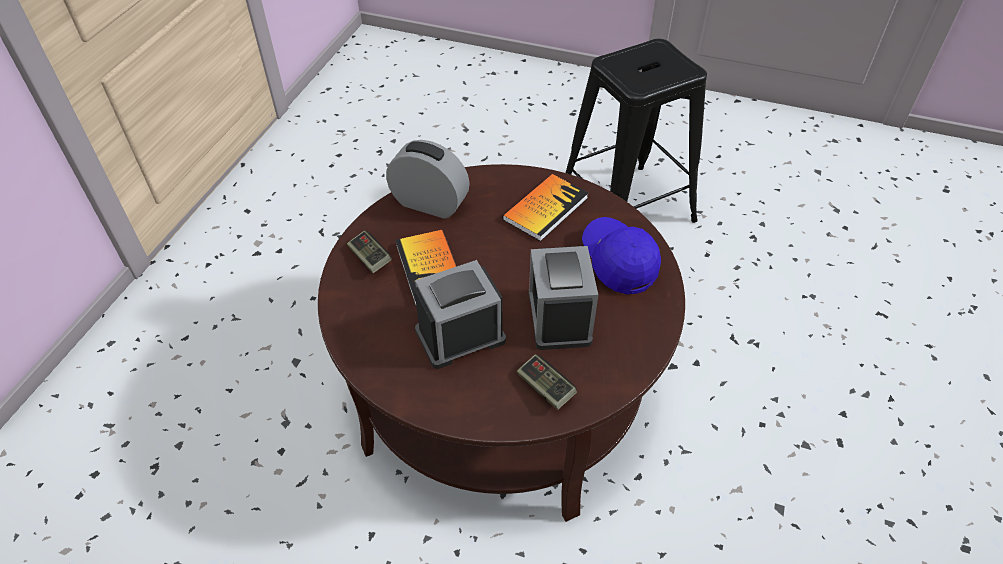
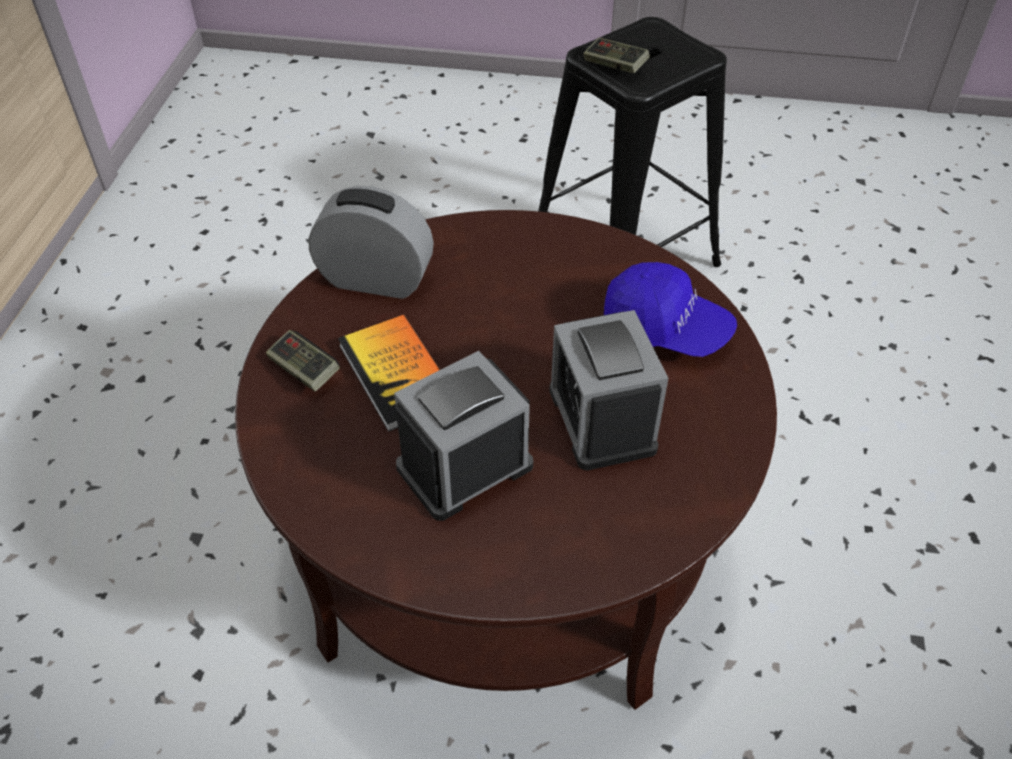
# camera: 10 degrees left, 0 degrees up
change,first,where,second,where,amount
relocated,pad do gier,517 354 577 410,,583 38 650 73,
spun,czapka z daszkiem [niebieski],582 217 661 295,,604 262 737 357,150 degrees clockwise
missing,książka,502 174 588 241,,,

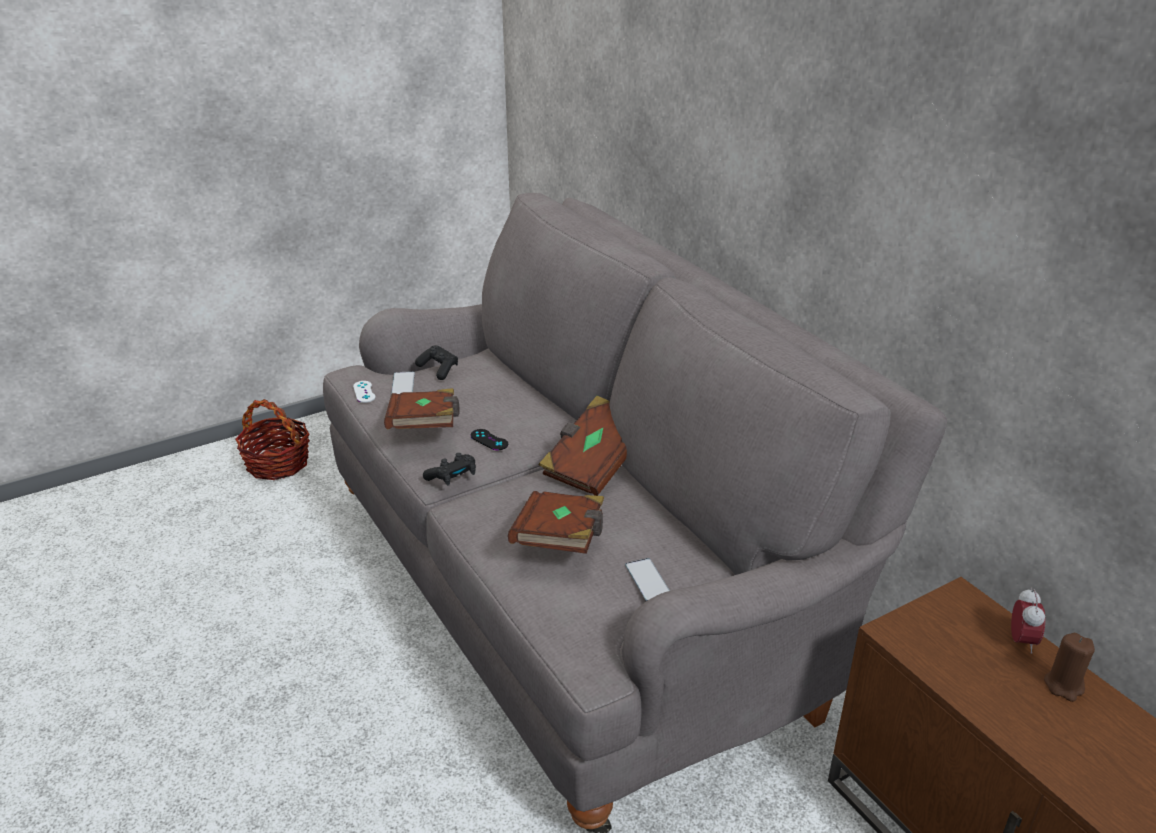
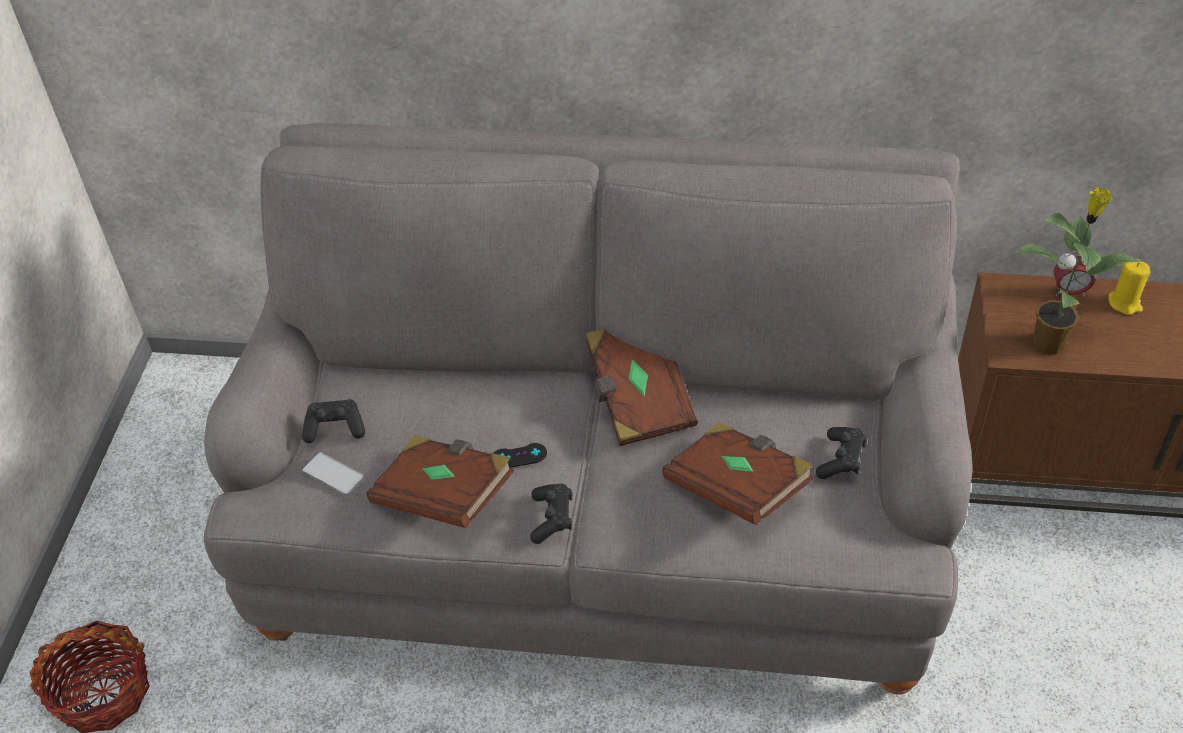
# camera: 50 degrees left, 15 degrees up
change,first,where,second,where,amount
exchanged,telefon,625 558 670 601,pad do gier [czarny],816 427 867 479,
appeared,,,roślina doniczkowa,1015 187 1140 354,
spun,budzik,1011 588 1045 654,,1054 251 1095 297,135 degrees clockwise
colour,świeca [brązowy],1044 633 1095 702,świeca [żółty],1108 259 1150 315,
missing,pad do gier [biały],353 381 376 403,,,

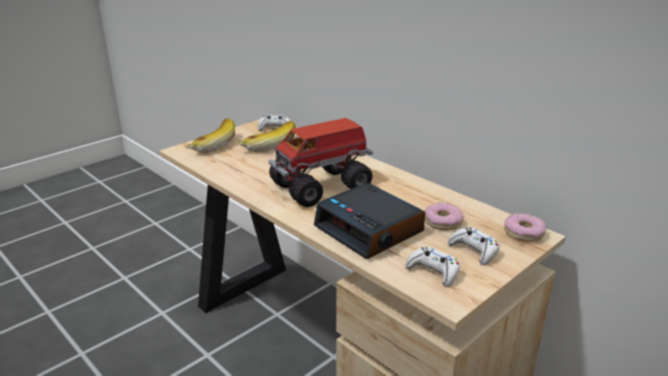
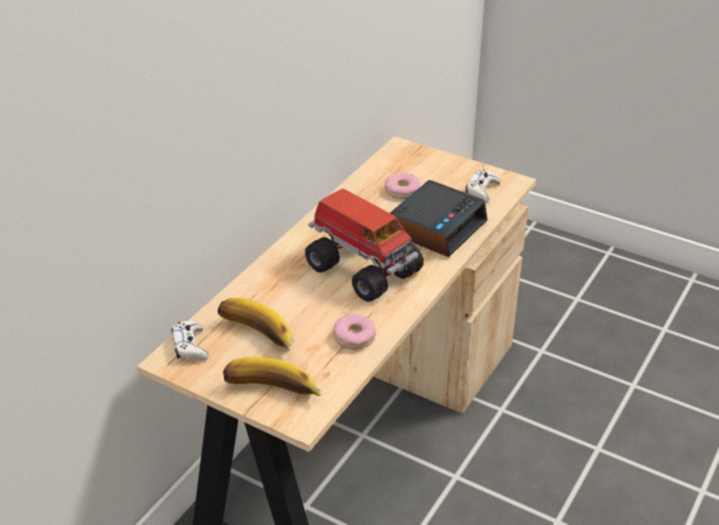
# camera: 105 degrees left, 10 degrees up
change,first,where,second,where,amount
relocated,donut,504 213 547 242,,333 315 376 349,
missing,pad do gier [biały],448 227 500 265,,,

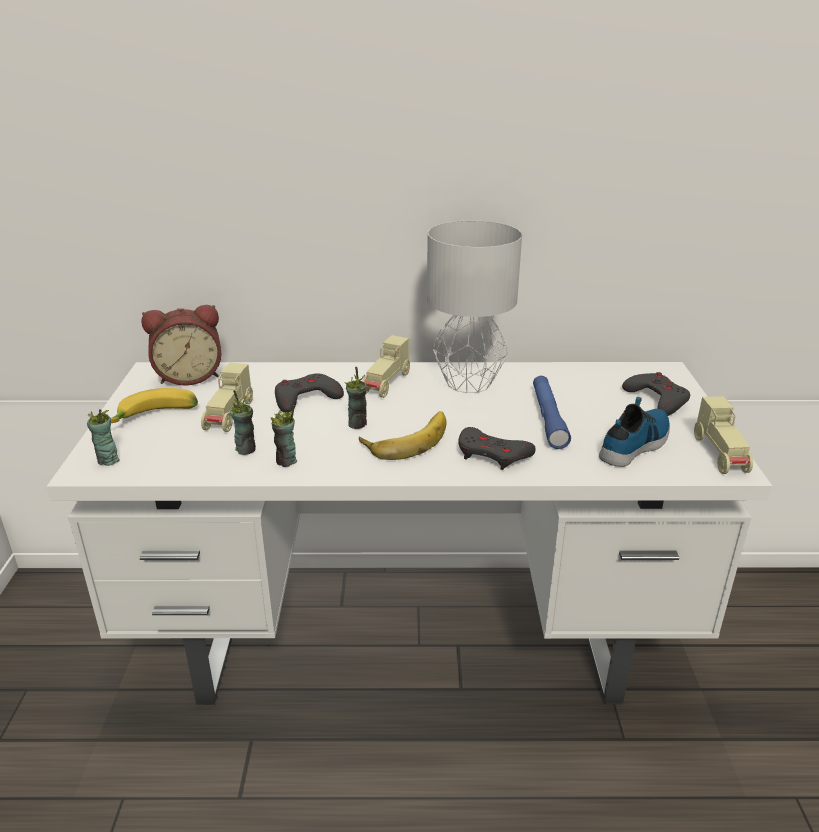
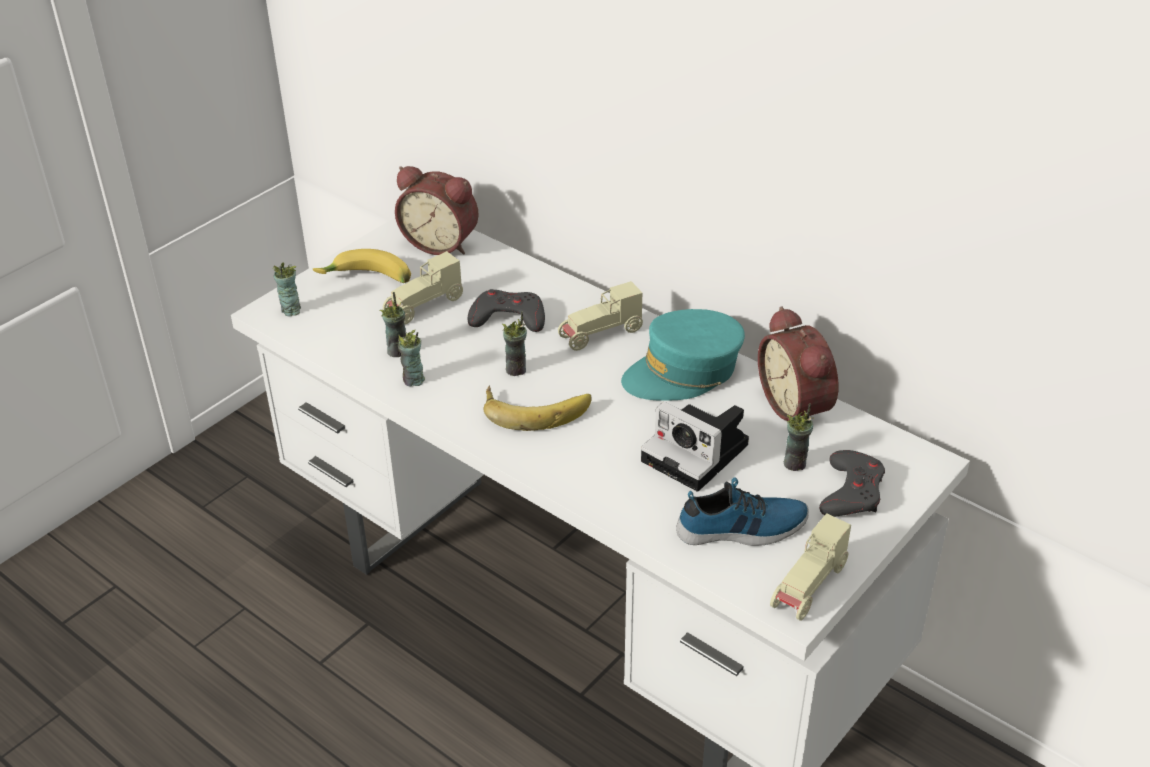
# camera: 40 degrees right, 10 degrees up
change,first,where,second,where,amount
exchanged,lampa stołowa [szary],427 221 522 393,czapka z daszkiem [turkusowy],621 309 745 401,
exchanged,latarka [niebieski],533 376 571 449,aparat fotograficzny,641 402 749 492,
appeared,,,budzik,758 306 838 421,
appeared,,,filiżanka,784 403 813 471,
missing,pad do gier [szary],458 427 536 470,,,

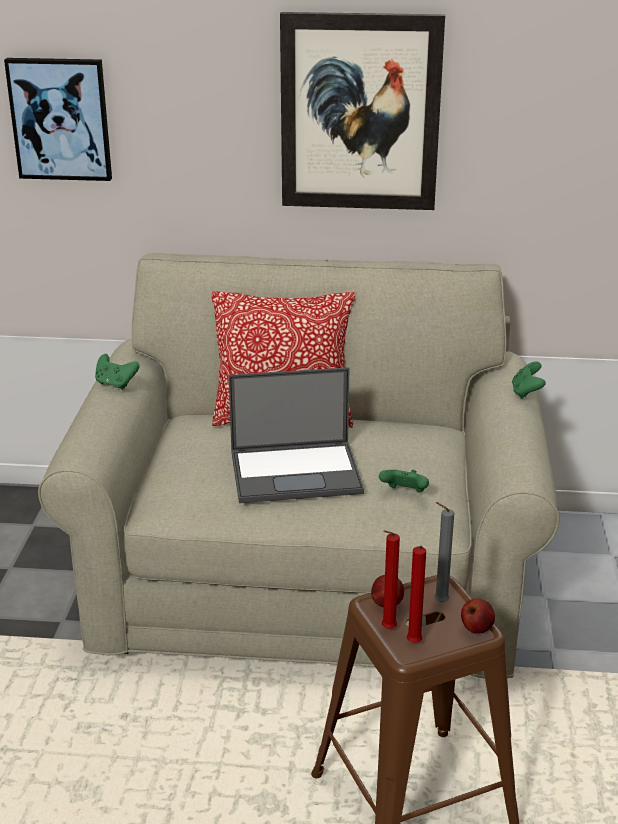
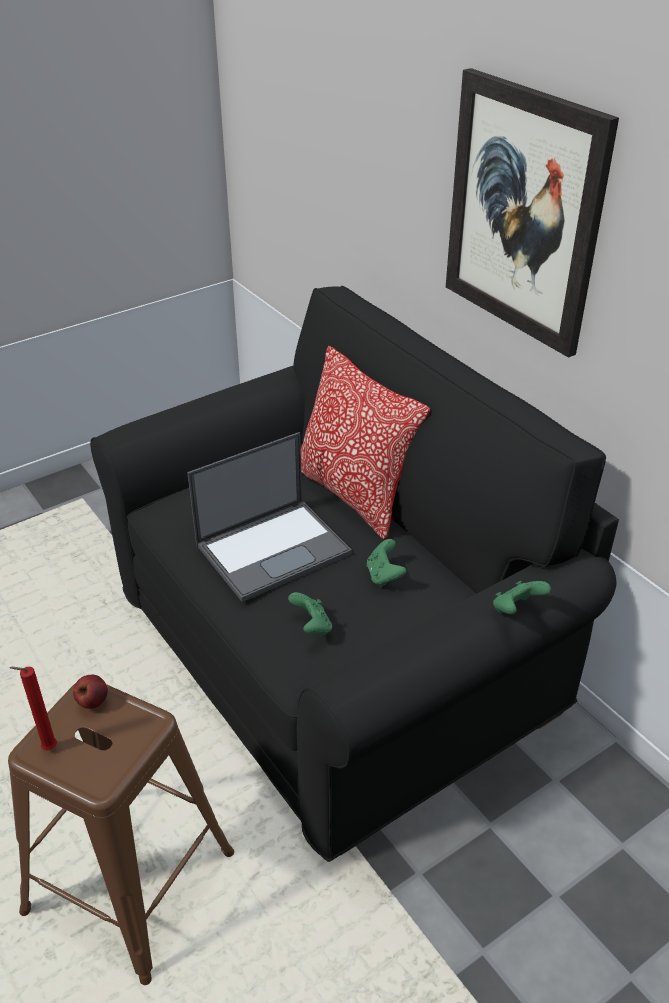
# camera: 50 degrees right, 10 degrees up
change,first,where,second,where,amount
colour,kanapa [beżowy],38 253 560 679,kanapa [czarny],90 286 619 862,
spun,laptop,228 367 364 503,,187 432 352 602,75 degrees counterclockwise
relocated,pad do gier [zielony],95 354 140 390,,367 539 406 587,
missing,obraz,4 58 112 181,,,
missing,świeca [czerwony],382 530 400 629,,,
missing,świeca [szary],434 502 454 602,,,
missing,jabłko,461 598 495 634,,,

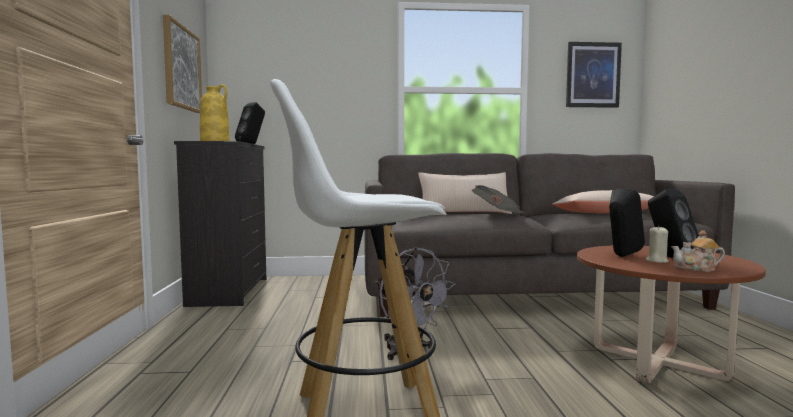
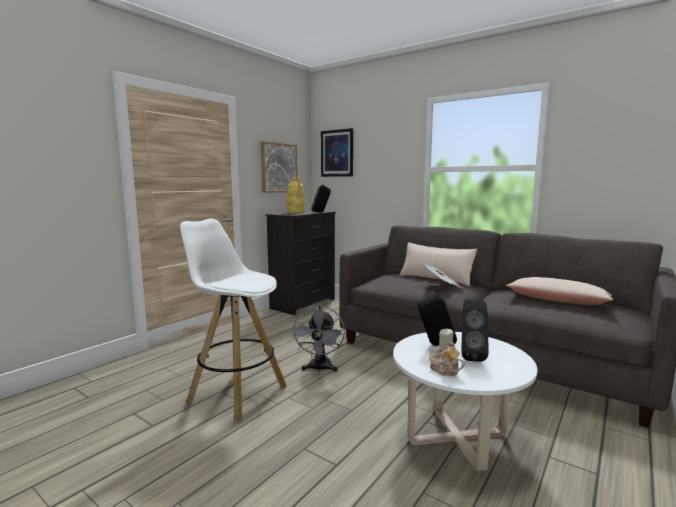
# camera: 40 degrees right, 5 degrees up
change,first,where,second,where,amount
relocated,obraz,566 42 622 108,,321 128 353 177,
colour,ława [brązowy],577 246 766 383,ława [biały],393 332 537 471,

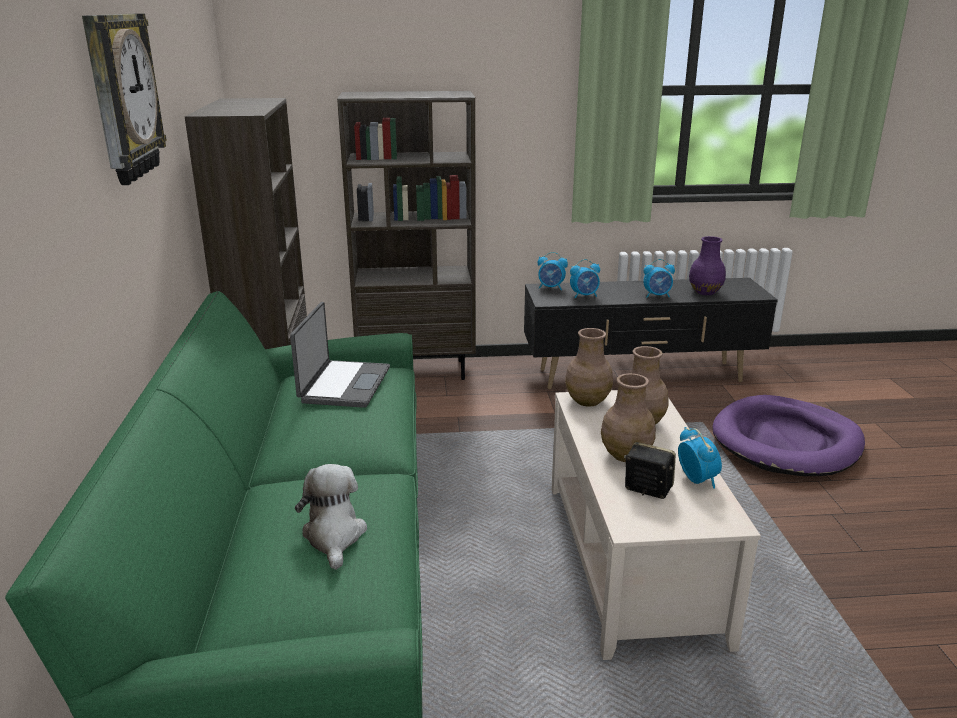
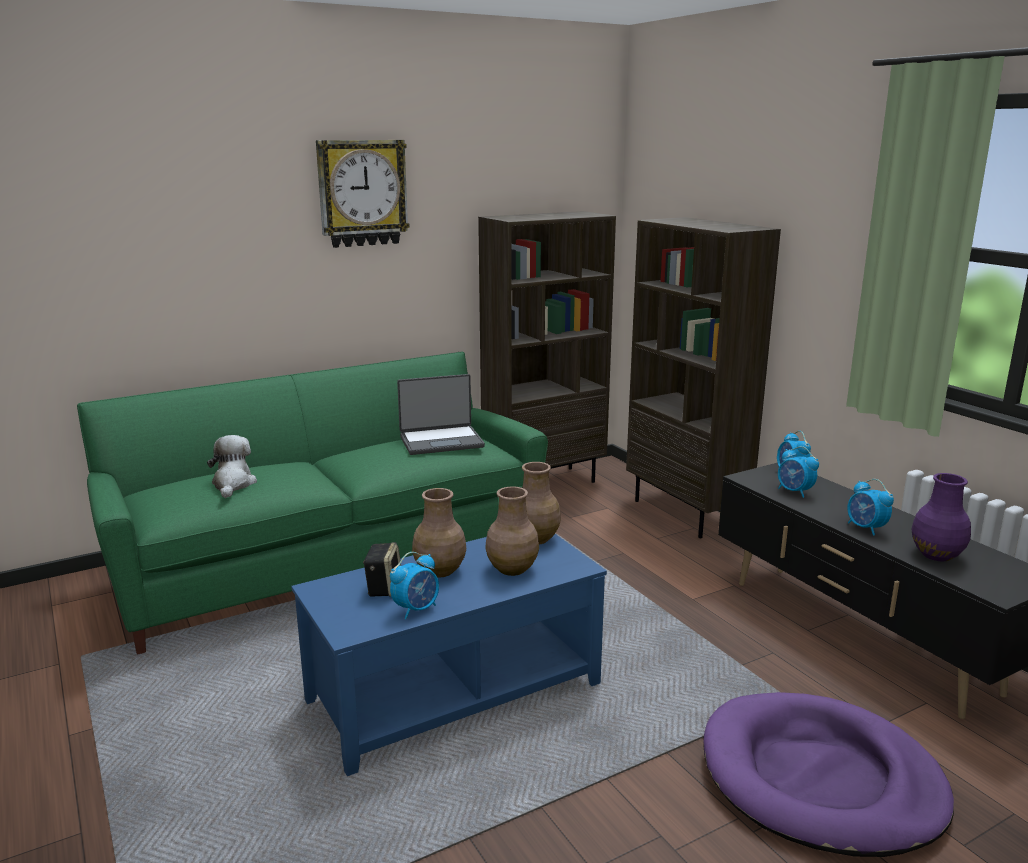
# camera: 65 degrees right, 5 degrees down
change,first,where,second,where,amount
spun,pluszak,295 464 367 570,,207 435 257 498,60 degrees counterclockwise
colour,ława [beżowy],552 390 761 660,ława [niebieski],291 534 607 776,

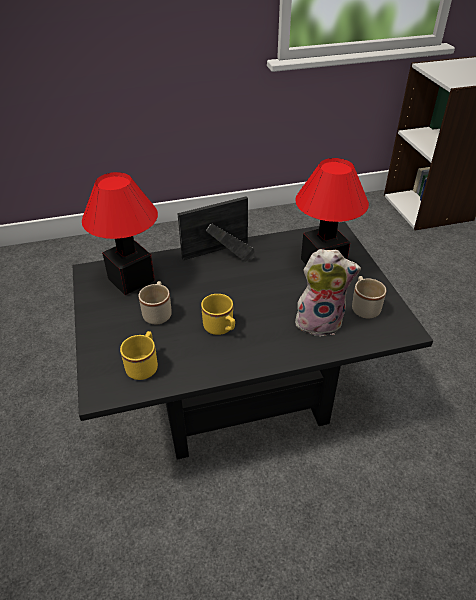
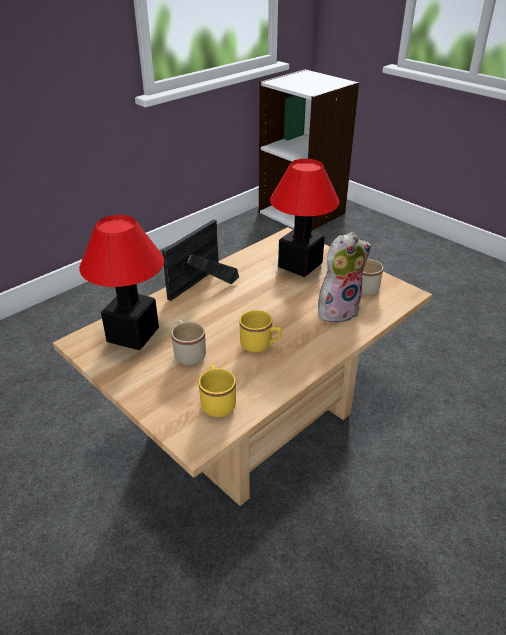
# camera: 30 degrees left, 5 degrees down
change,first,where,second,where,amount
colour,ława [czarny],72 222 433 460,ława [beżowy],53 227 432 506,

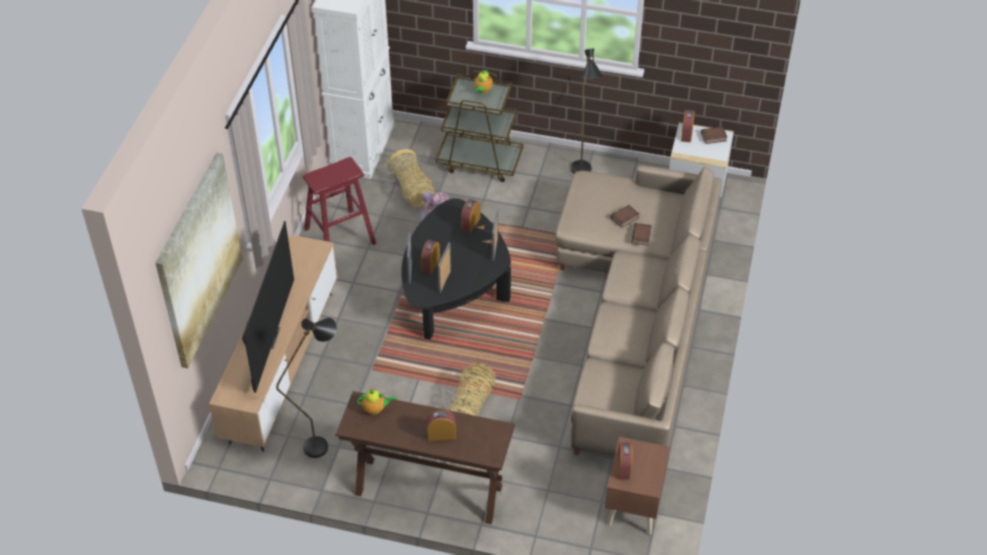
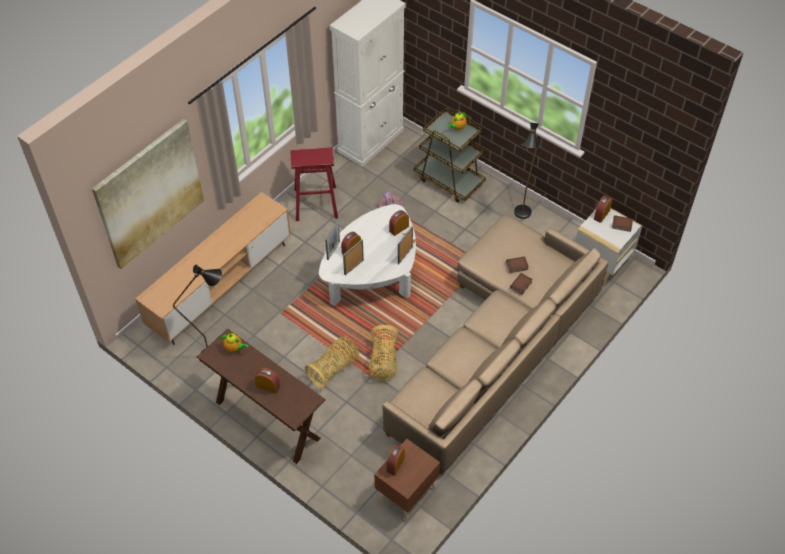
# camera: 25 degrees right, 5 degrees up
change,first,where,second,where,amount
colour,ława [czarny],401 198 511 339,ława [biały],319 204 416 306,
relocated,koszyk,388 149 434 207,,369 325 399 381,
missing,telewizor,242 221 294 393,,,

